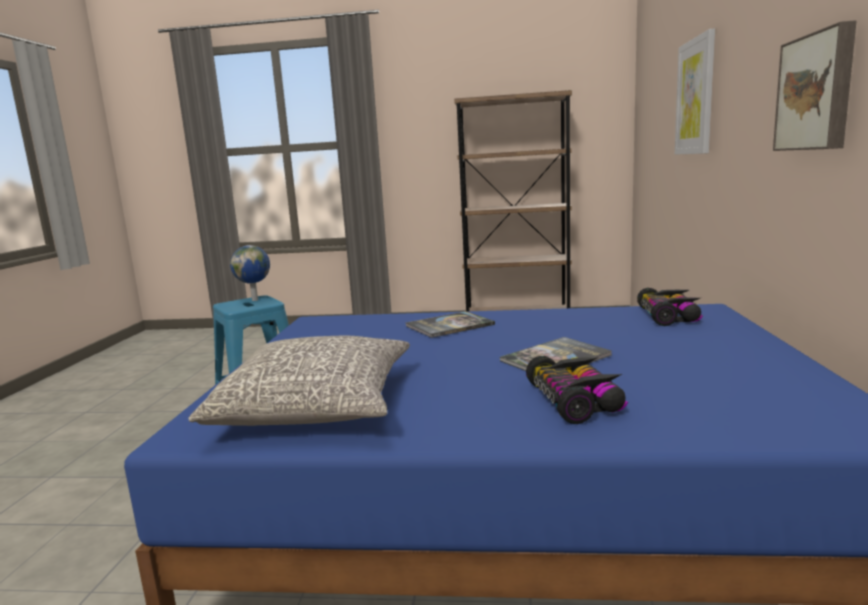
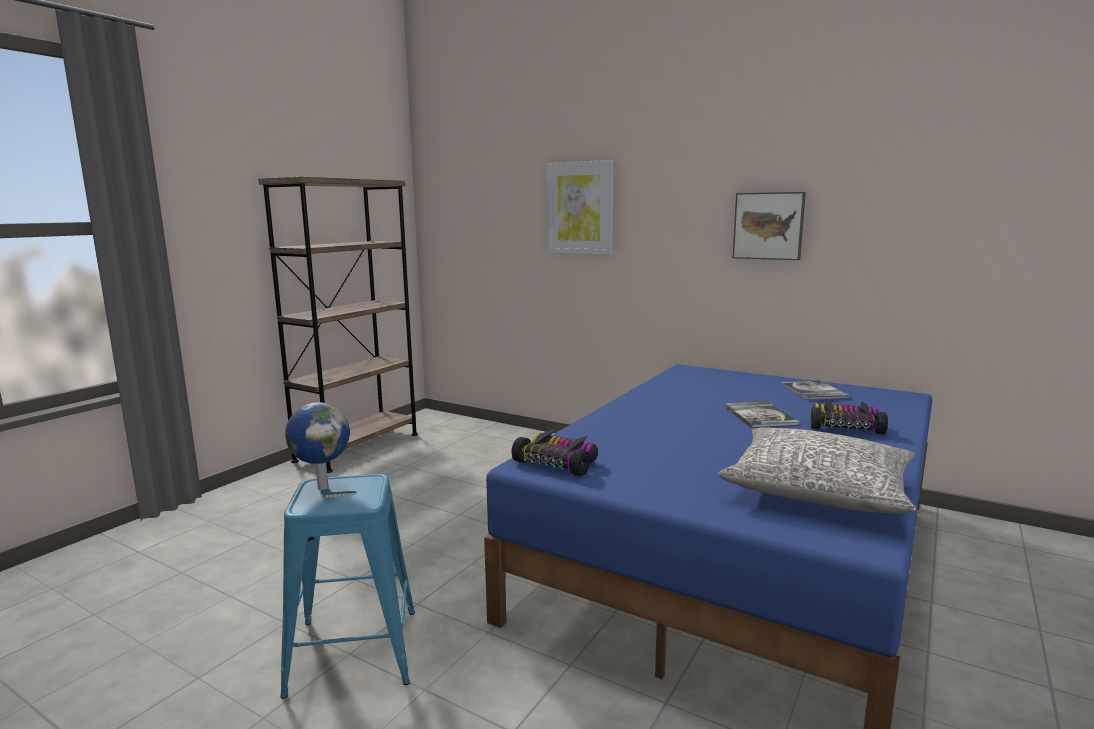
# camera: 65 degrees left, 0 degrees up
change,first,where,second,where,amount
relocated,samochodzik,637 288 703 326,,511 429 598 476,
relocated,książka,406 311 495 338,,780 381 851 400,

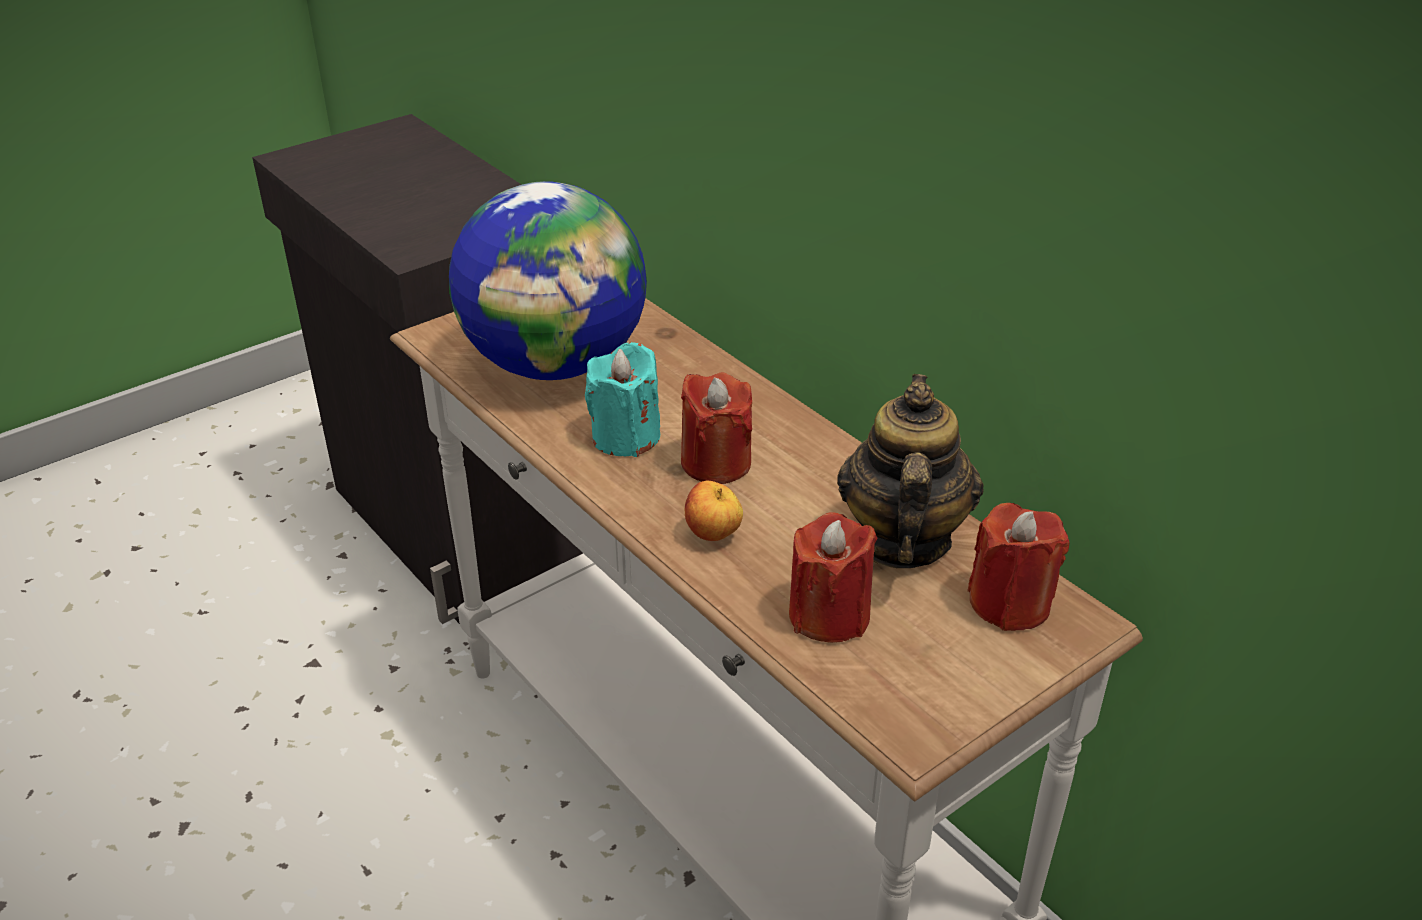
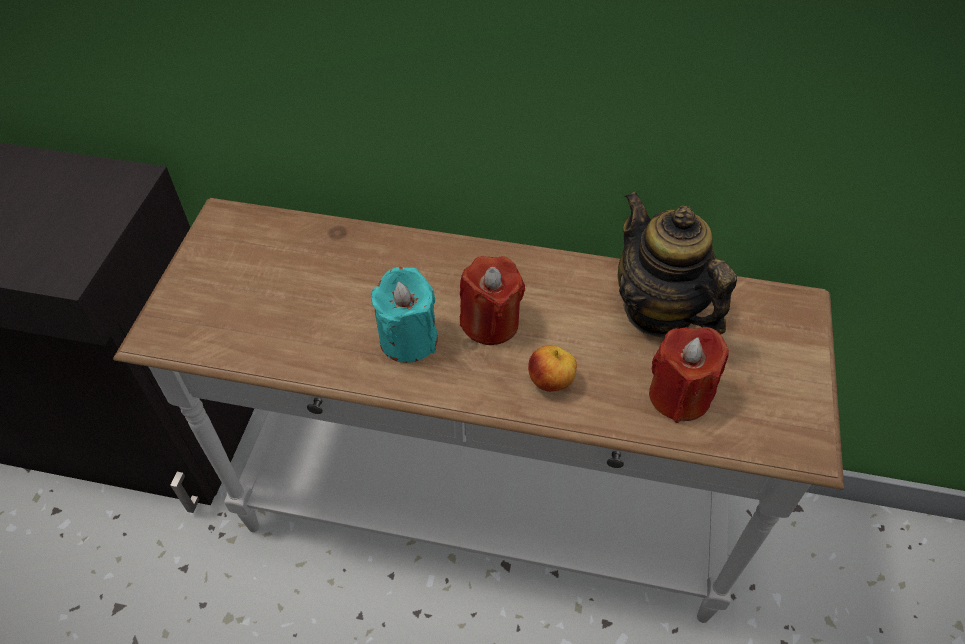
# camera: 40 degrees left, 15 degrees up
change,first,where,second,where,amount
missing,globus,449 181 647 380,,,
missing,świeca [czerwony],968 503 1070 631,,,

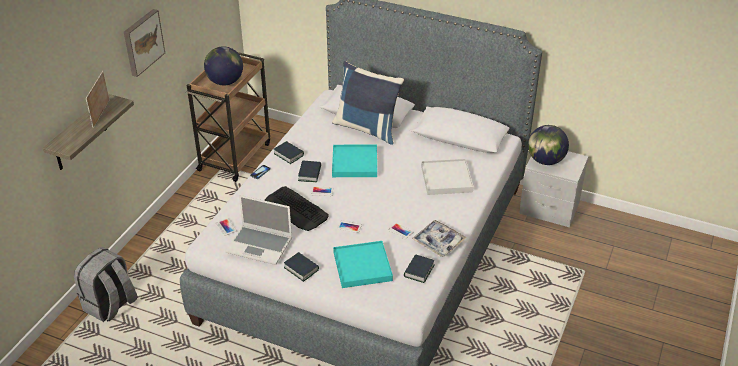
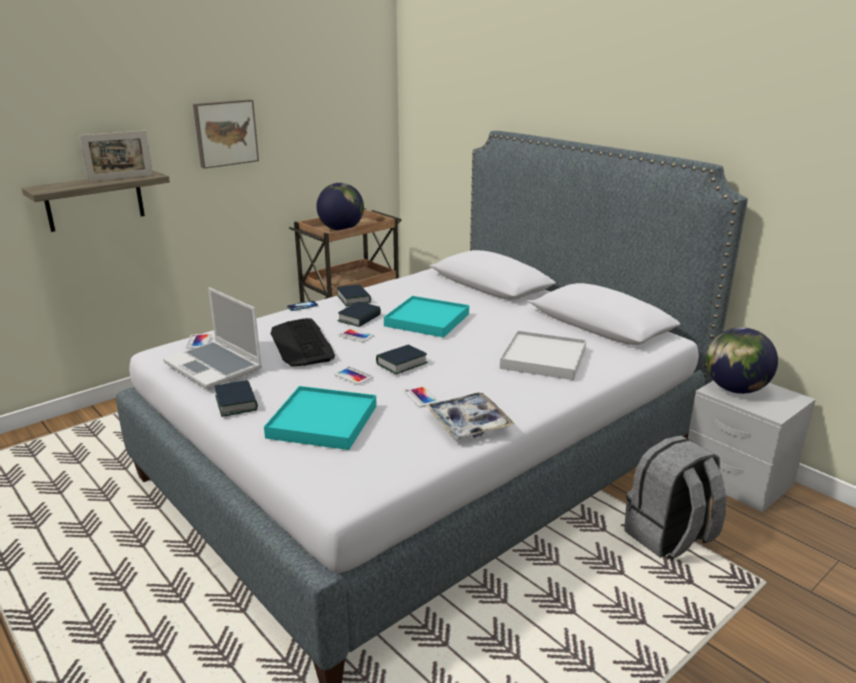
# camera: 25 degrees right, 15 degrees down
change,first,where,second,where,amount
spun,ramka na zdjęcie,86 71 109 128,,79 131 153 182,150 degrees counterclockwise
relocated,książka,404 254 435 283,,376 344 428 374,
relocated,plecak [szary],74 247 137 322,,624 435 726 559,
missing,poduszka [niebieski],332 61 404 145,,,

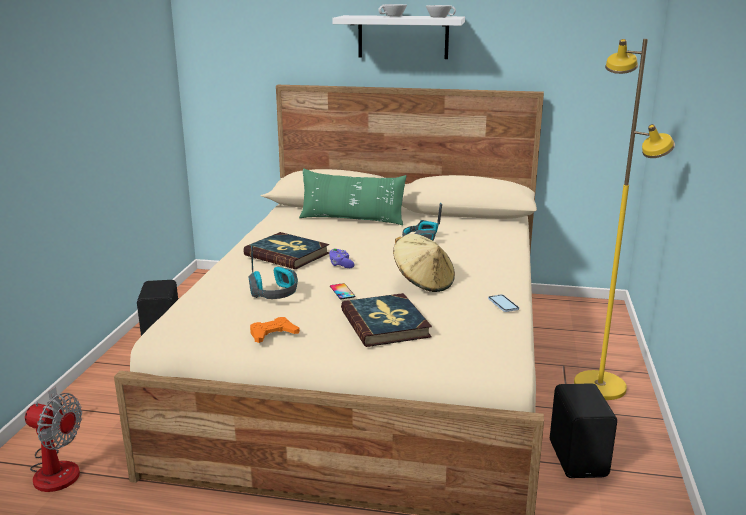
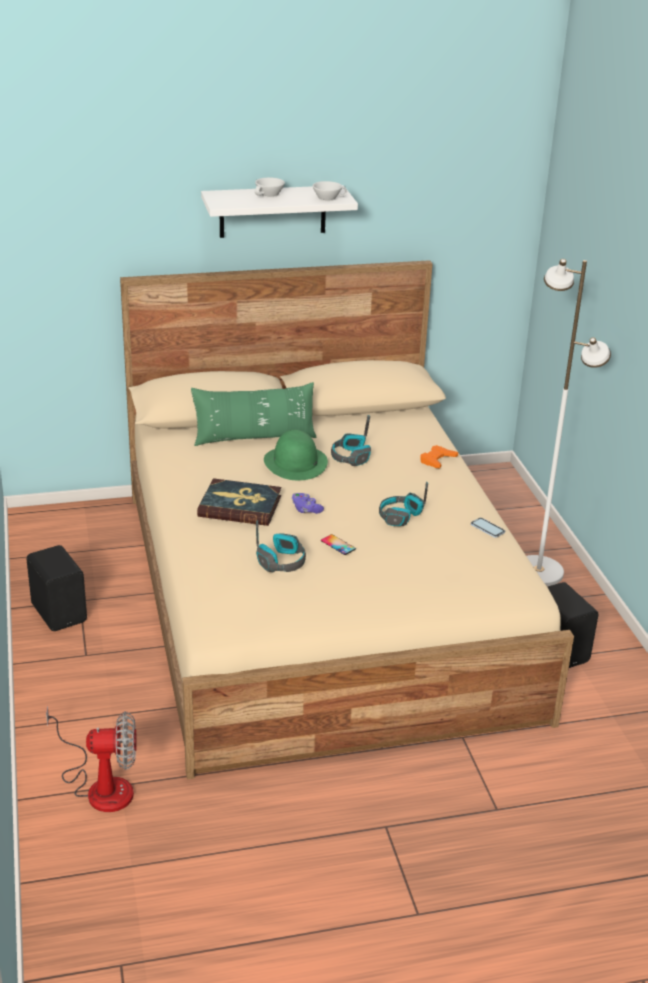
# camera: 25 degrees left, 10 degrees up
change,first,where,second,where,amount
appeared,,,kapelusz [zielony],264 430 328 480,
exchanged,kapelusz [beżowy],393 234 455 292,słuchawki,379 481 428 526,
relocated,pad do gier [pomarańczowy],250 317 300 343,,420 445 458 468,
colour,lampa stojąca [żółty],574 39 675 400,lampa stojąca [biały],527 259 611 586,
missing,książka,341 293 432 347,,,

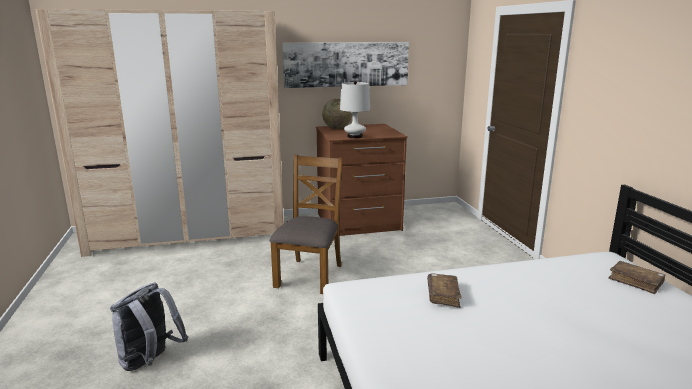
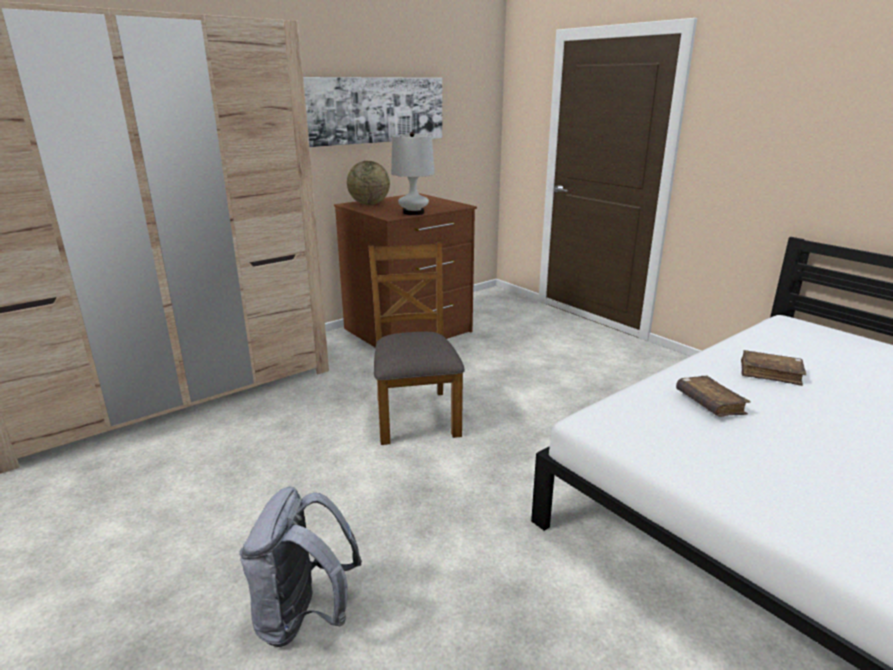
# camera: 25 degrees left, 5 degrees up
change,first,where,second,where,amount
relocated,książka [brązowy],608 261 666 294,,741 350 806 386,

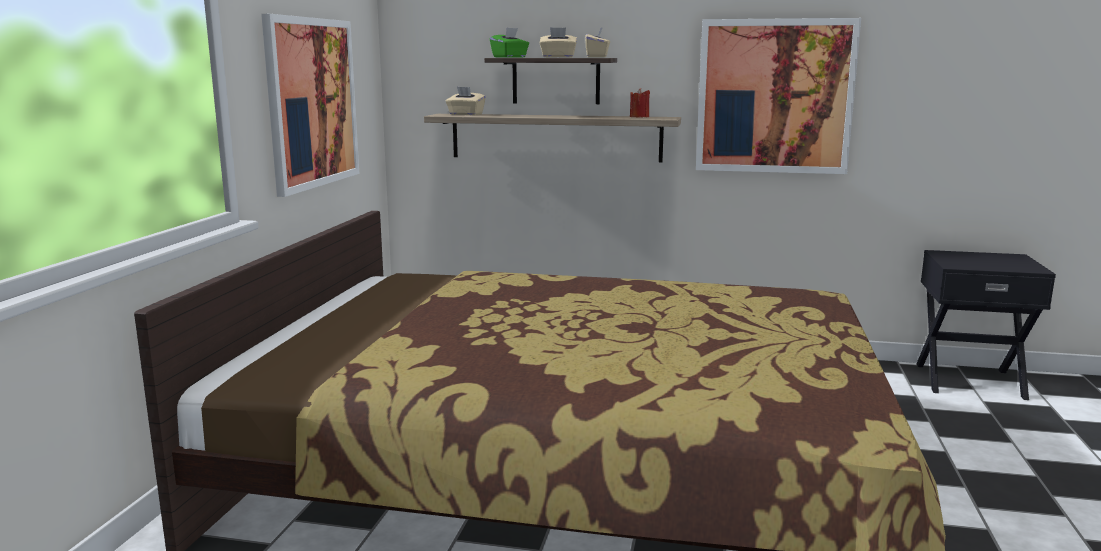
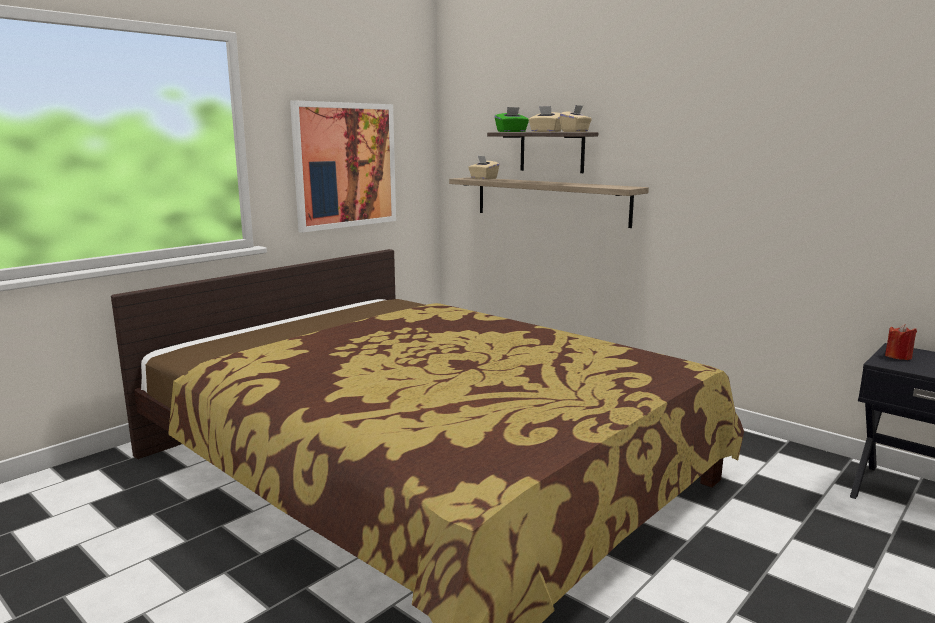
# camera: 30 degrees right, 0 degrees up
change,first,where,second,where,amount
relocated,świeca [czerwony],630 88 650 117,,885 324 917 360,
missing,obraz,696 18 861 174,,,

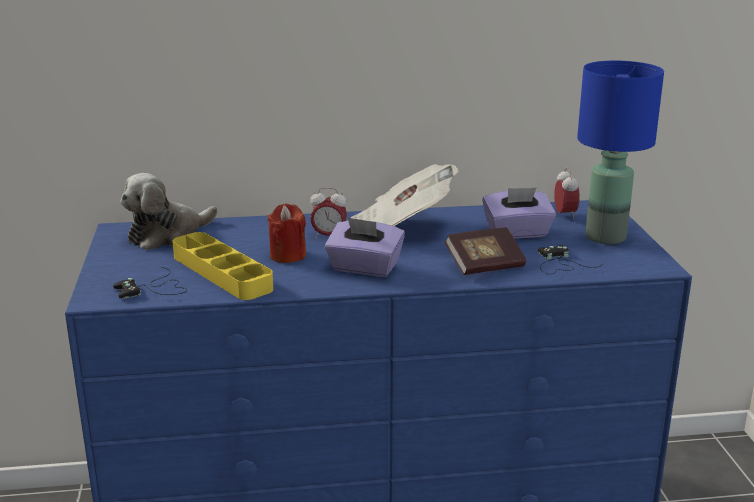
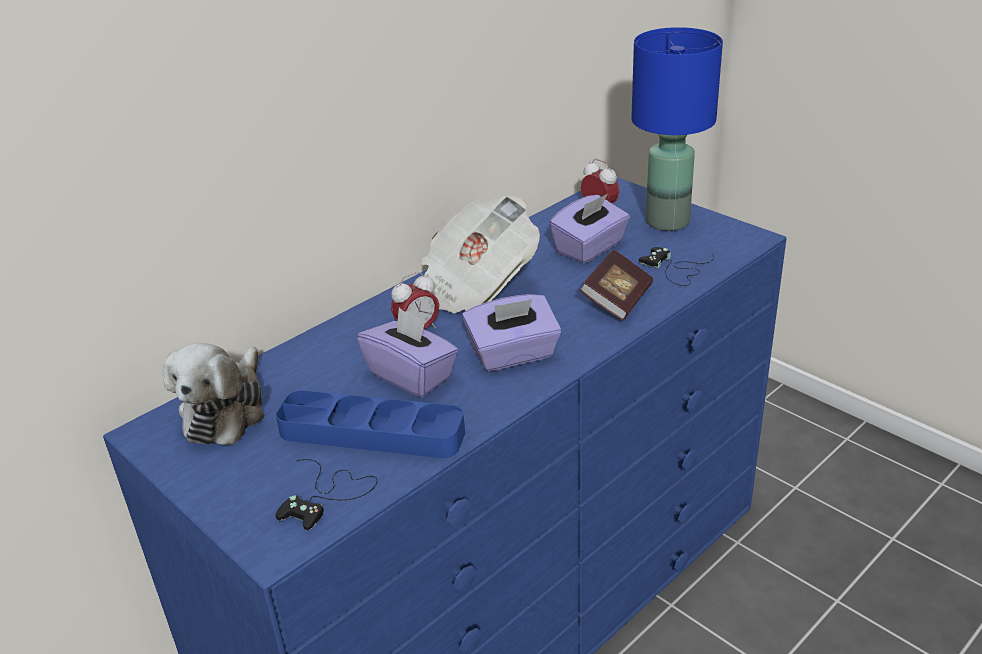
# camera: 35 degrees left, 10 degrees up
change,first,where,second,where,amount
colour,taca [żółty],172 232 273 300,taca [niebieski],276 390 465 458,
exchanged,świeca [czerwony],267 204 306 263,pudełko chusteczek [fioletowy],357 307 459 397,

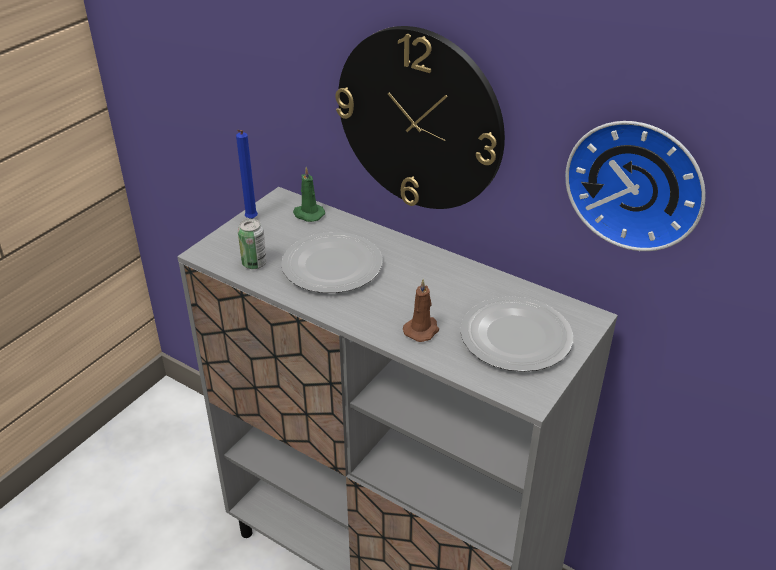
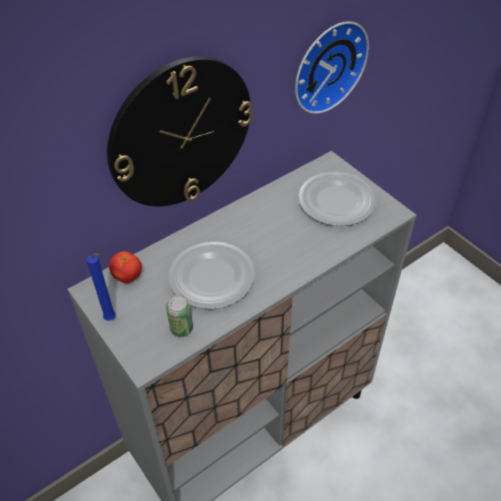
# camera: 70 degrees left, 10 degrees up
change,first,where,second,where,amount
exchanged,świeca [zielony],293 167 325 222,pomidor,109 251 142 283,
missing,świeca [brązowy],403 279 439 342,,,

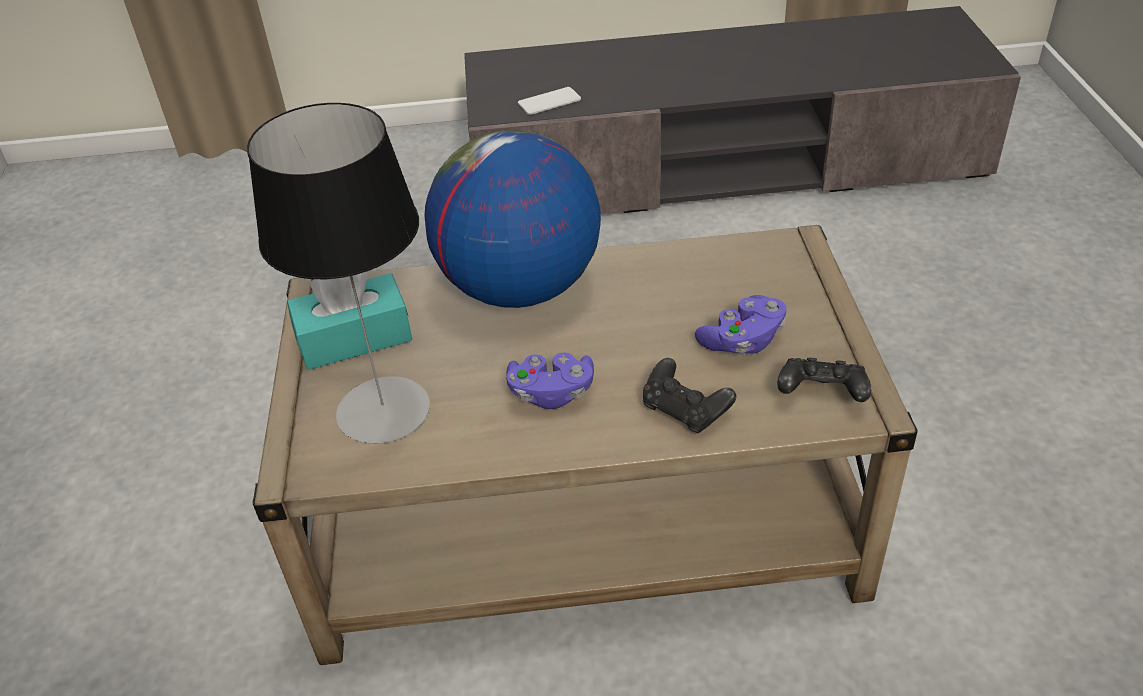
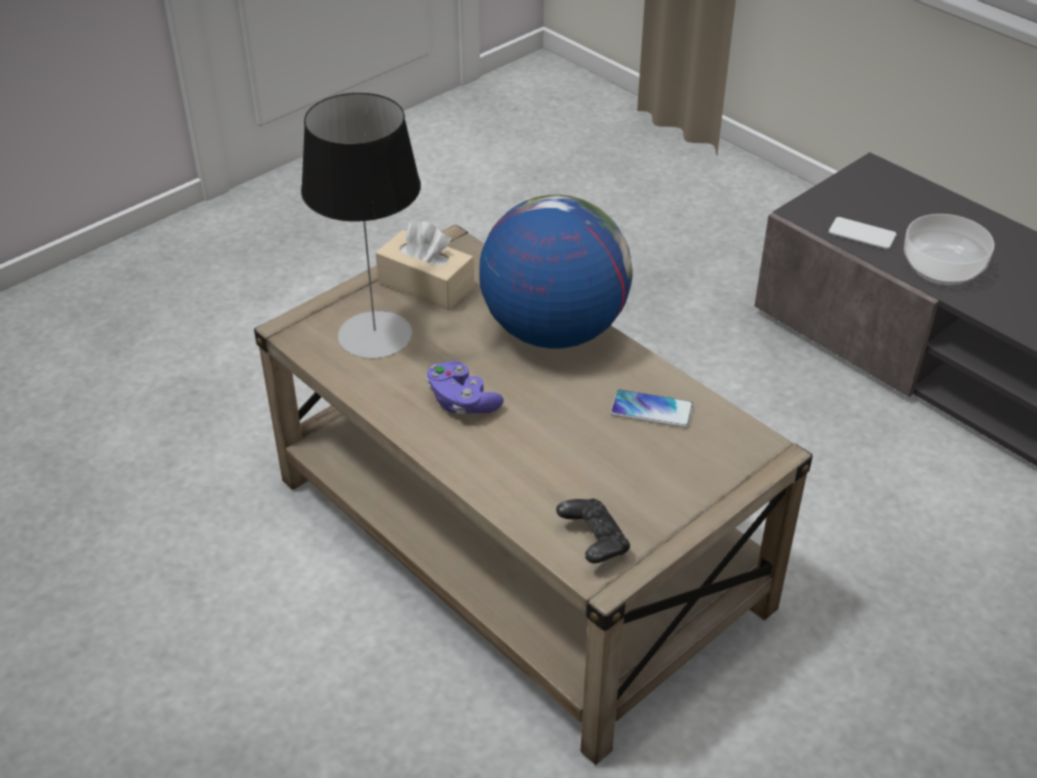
# camera: 50 degrees right, 0 degrees up
change,first,where,second,where,amount
colour,pudełko chusteczek [turkusowy],287 272 412 370,pudełko chusteczek [beżowy],376 221 474 311,
appeared,,,telefon,611 389 694 428,
appeared,,,miska,904 214 995 285,
missing,pad do gier [czarny],643 358 736 434,,,
missing,pad do gier [fioletowy],695 295 787 354,,,

